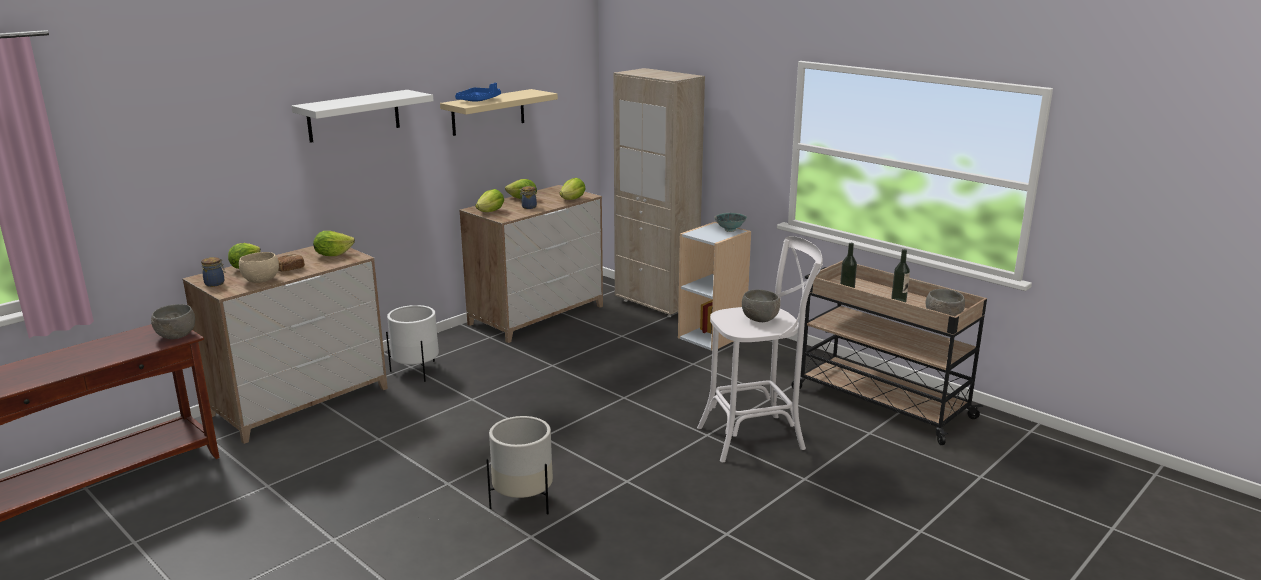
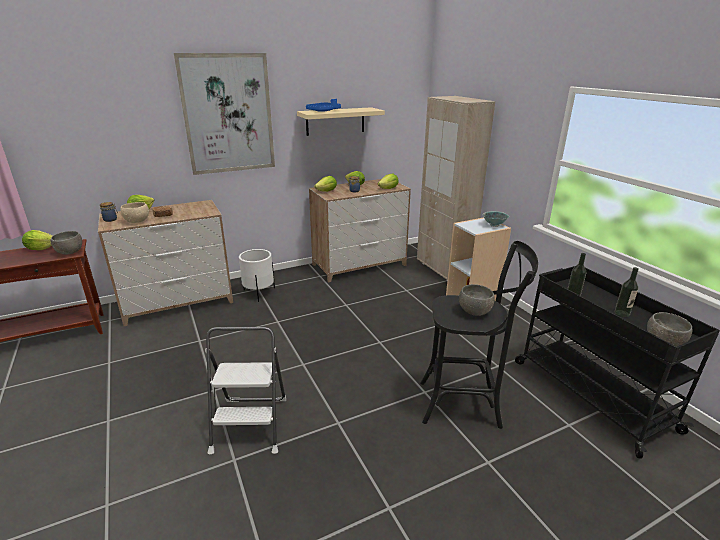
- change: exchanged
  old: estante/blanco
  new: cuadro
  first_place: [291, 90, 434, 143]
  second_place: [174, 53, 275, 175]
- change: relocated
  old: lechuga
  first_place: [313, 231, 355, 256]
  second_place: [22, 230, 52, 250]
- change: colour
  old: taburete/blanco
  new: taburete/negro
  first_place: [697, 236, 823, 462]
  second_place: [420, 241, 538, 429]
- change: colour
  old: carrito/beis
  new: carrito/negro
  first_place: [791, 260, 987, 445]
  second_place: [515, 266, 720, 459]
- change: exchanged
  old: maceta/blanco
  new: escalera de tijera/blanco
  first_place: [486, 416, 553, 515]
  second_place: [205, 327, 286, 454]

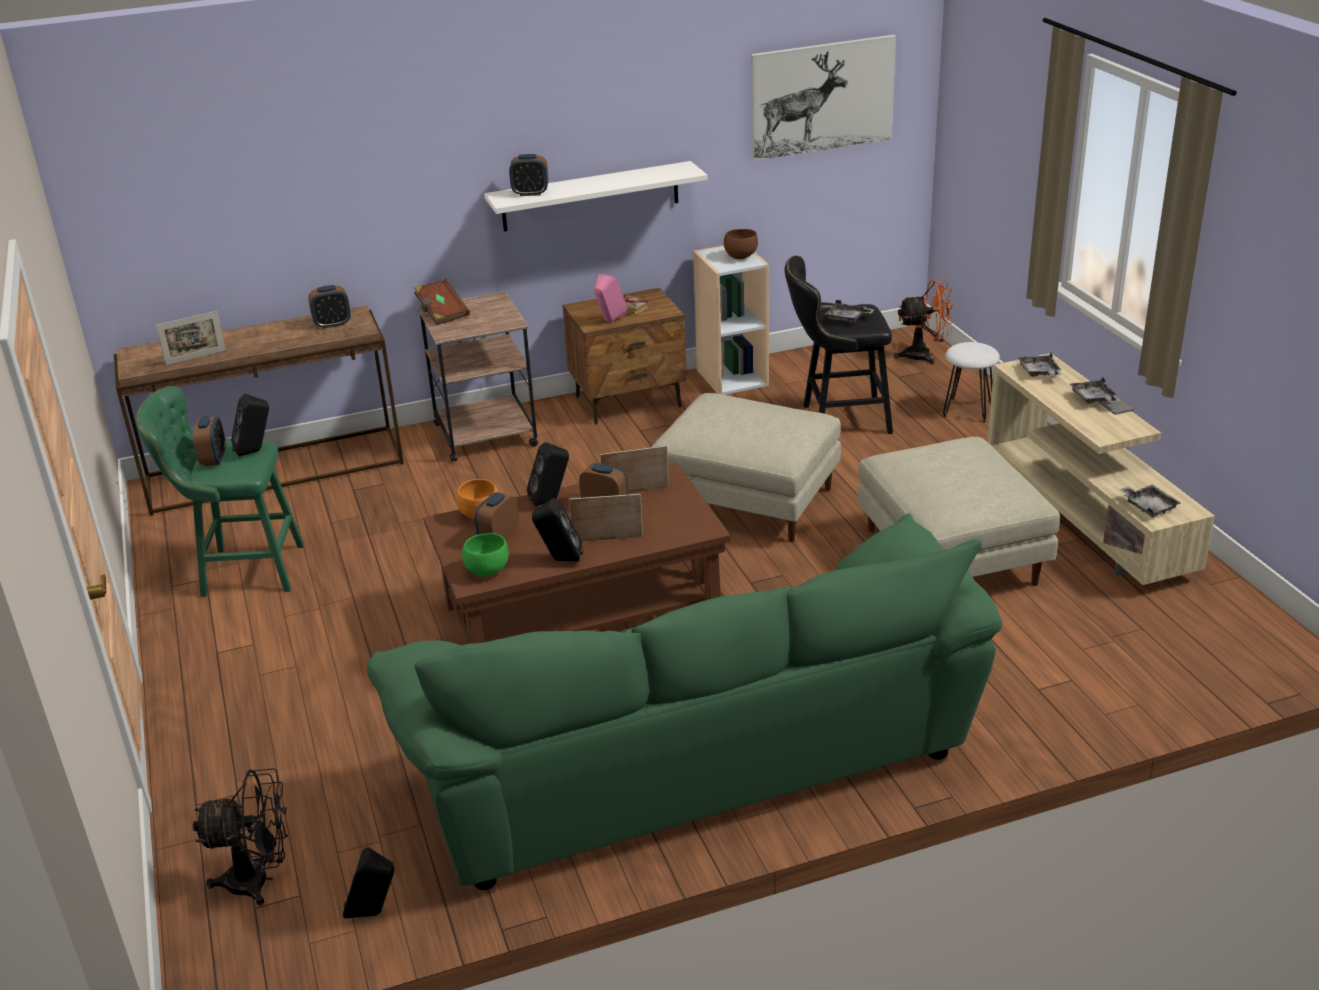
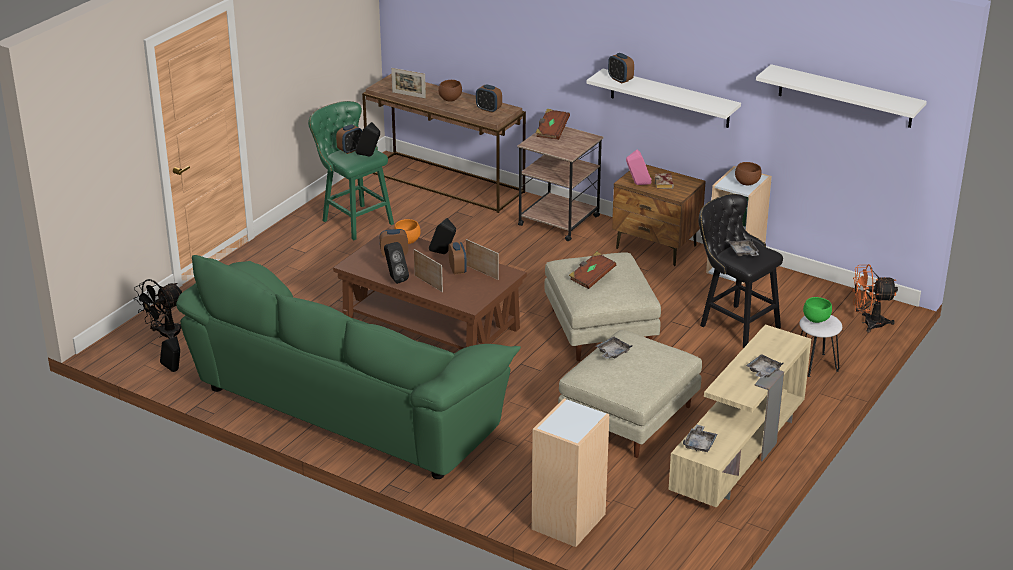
- change: exchanged
  old: cuadro
  new: estante/blanco
  first_place: [751, 35, 896, 161]
  second_place: [756, 64, 927, 128]
- change: spun
  old: ventilador/naranja
  first_place: [894, 280, 954, 364]
  second_place: [852, 264, 898, 333]
  degrees: 135
- change: relocated
  old: bandeja/gris
  first_place: [1017, 353, 1062, 377]
  second_place: [596, 337, 632, 359]
- change: relocated
  old: cuenco/verde
  first_place: [462, 533, 509, 577]
  second_place: [803, 297, 832, 323]
- change: spun
  old: ventilador/negro
  first_place: [193, 768, 288, 906]
  second_place: [134, 279, 182, 339]
  degrees: 90
- change: appeared
  new: cuenco/marrón
  second_place: [438, 80, 462, 102]
- change: appeared
  new: libro/marrón
  second_place: [569, 252, 616, 289]
- change: appeared
  new: estantería
  second_place: [532, 398, 609, 547]

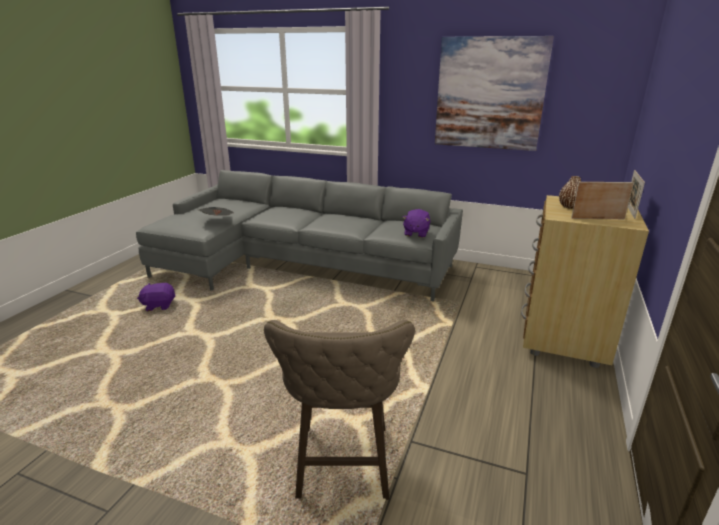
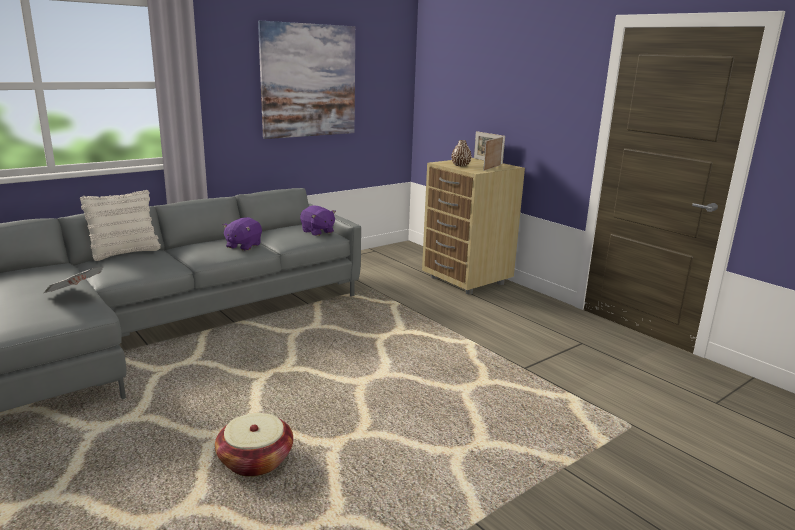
- change: relocated
  old: peluche/morado
  first_place: [137, 283, 175, 311]
  second_place: [222, 217, 262, 251]
- change: missing
  old: taburete/beis
  first_place: [264, 320, 415, 500]
- change: appeared
  new: cojín/beis
  second_place: [80, 190, 161, 261]
- change: appeared
  new: cesta
  second_place: [215, 413, 293, 477]

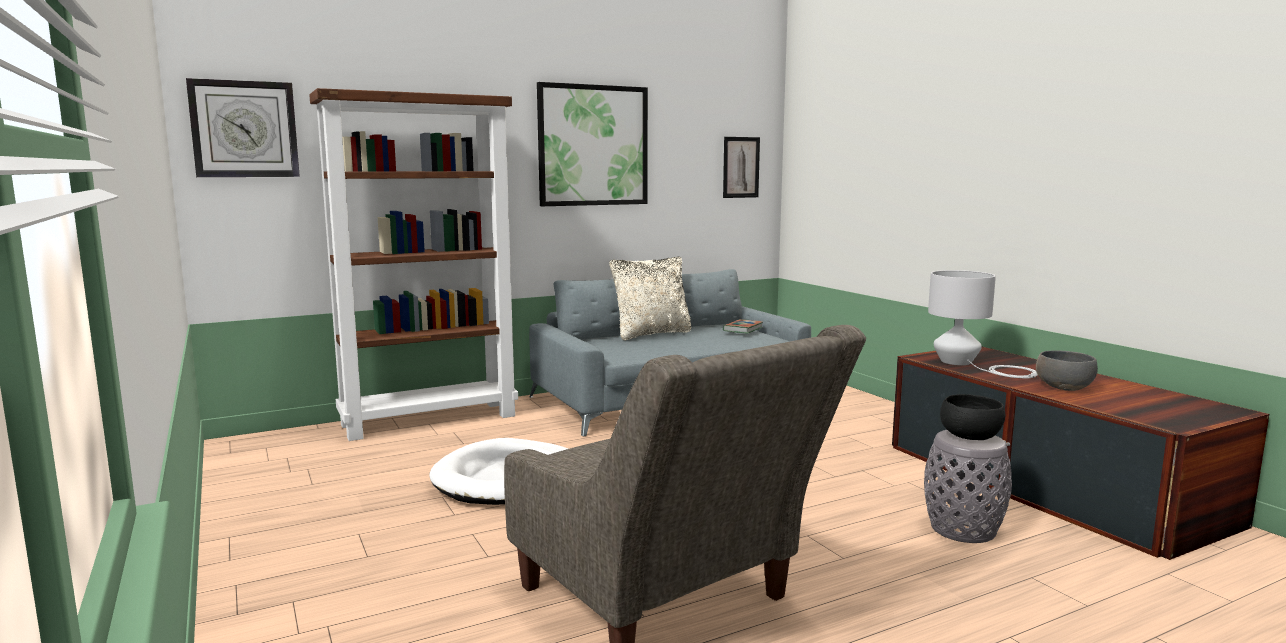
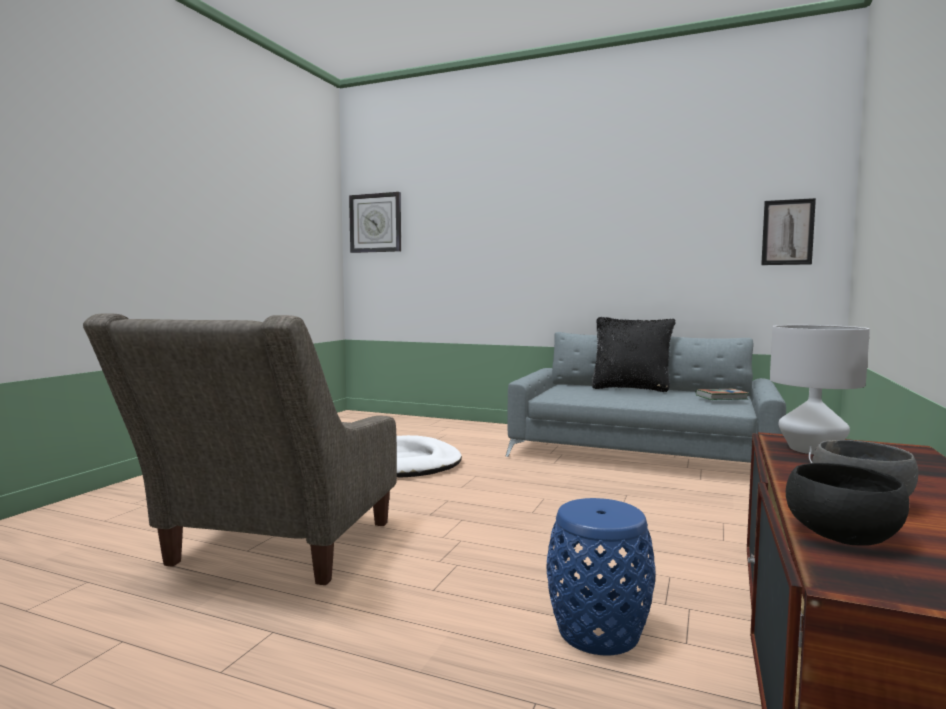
- change: missing
  old: cuadro
  first_place: [537, 82, 648, 206]
- change: missing
  old: estantería/marrón
  first_place: [309, 88, 518, 441]
- change: colour
  old: cojín/beis
  new: cojín/negro
  first_place: [609, 256, 691, 340]
  second_place: [592, 317, 676, 392]
- change: relocated
  old: cuenco/negro
  first_place: [940, 394, 1006, 440]
  second_place: [786, 463, 909, 546]
- change: colour
  old: taburete/gris
  new: taburete/azul
  first_place: [924, 430, 1012, 543]
  second_place: [547, 498, 655, 656]

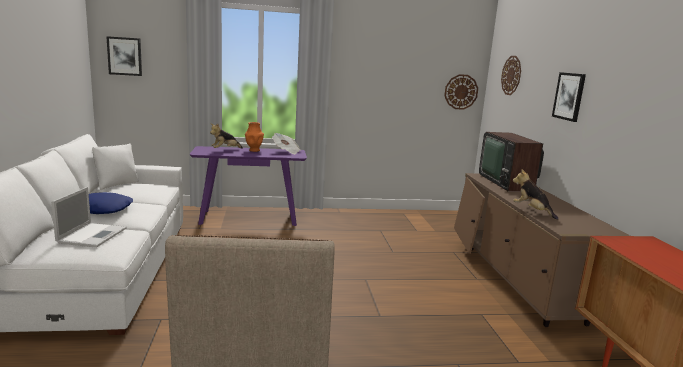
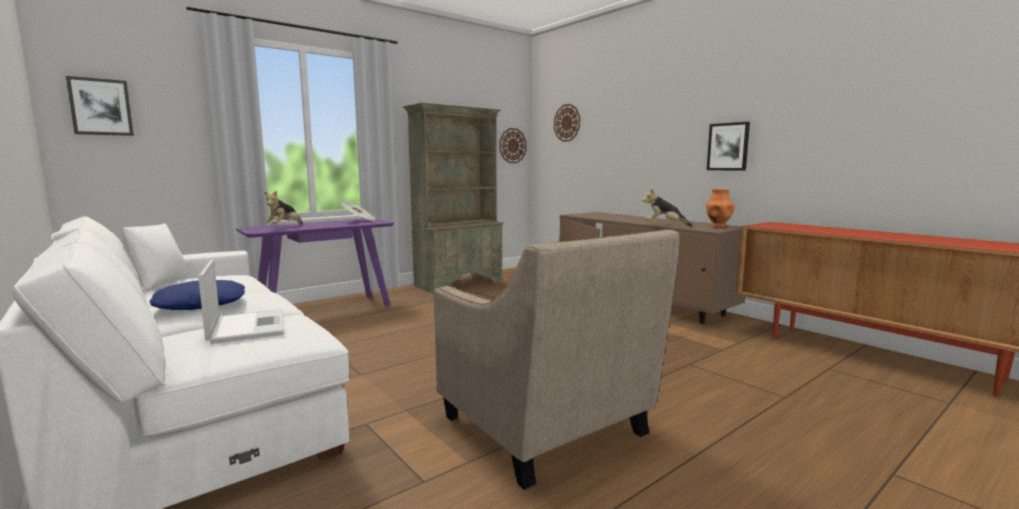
- change: relocated
  old: cuadro
  first_place: [552, 72, 586, 122]
  second_place: [707, 122, 750, 171]
- change: relocated
  old: florero/naranja
  first_place: [245, 122, 264, 152]
  second_place: [706, 189, 734, 228]
- change: missing
  old: televisor
  first_place: [479, 132, 544, 192]
- change: appeared
  new: estantería/verde
  second_place: [403, 103, 504, 294]

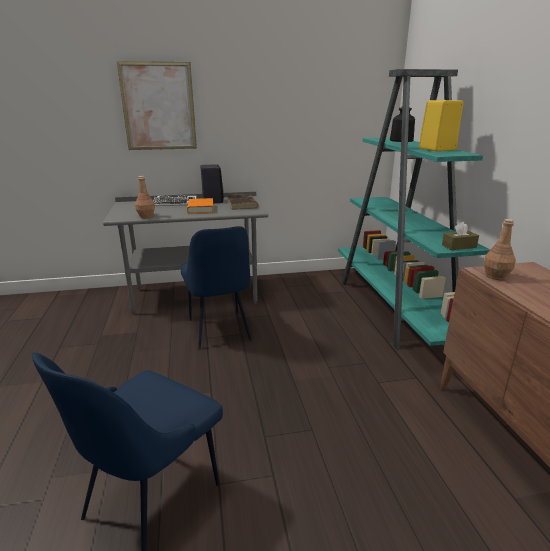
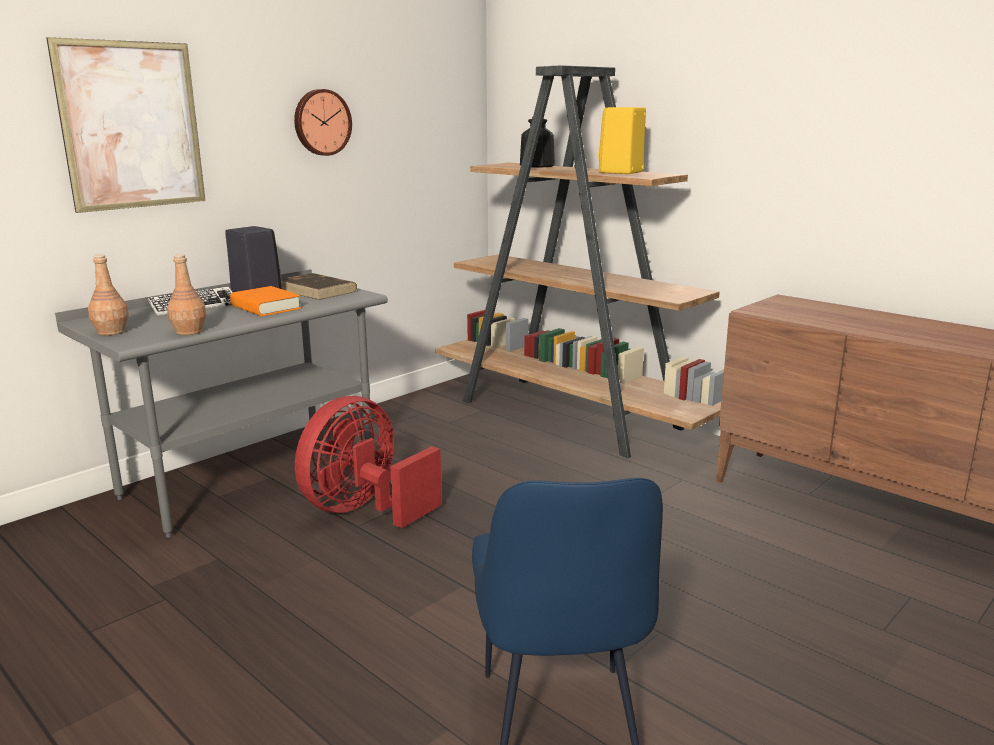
- change: colour
  old: estantería/turquesa
  new: estantería/marrón
  first_place: [338, 69, 490, 350]
  second_place: [435, 65, 724, 458]
- change: relocated
  old: botella/marrón
  first_place: [484, 219, 516, 280]
  second_place: [88, 254, 129, 335]
- change: missing
  old: caja de pañuelos/marrón
  first_place: [442, 222, 479, 250]
- change: exchanged
  old: silla/azul
  new: ventilador/rojo
  first_place: [181, 226, 251, 350]
  second_place: [295, 396, 442, 528]
- change: appeared
  new: reloj de pared
  second_place: [294, 89, 352, 156]

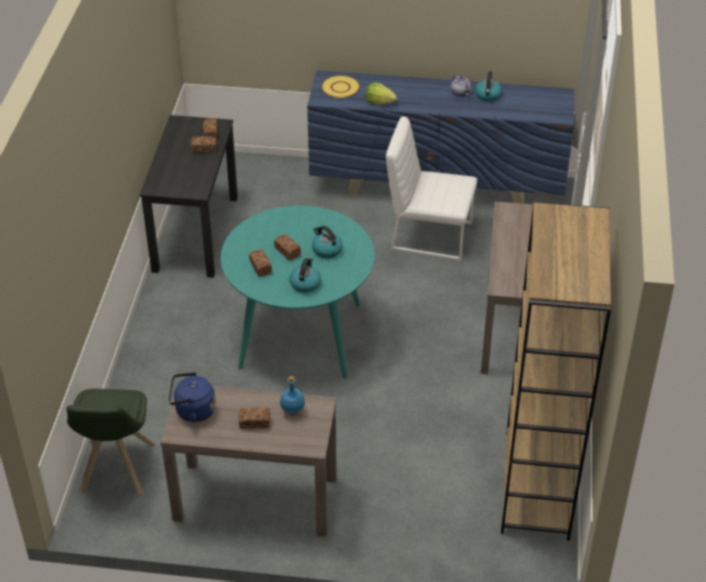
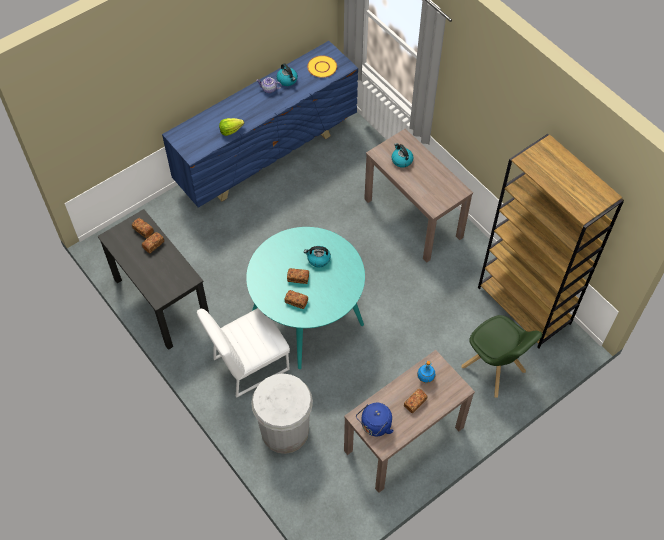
- change: relocated
  old: plato/amarillo
  first_place: [321, 75, 360, 98]
  second_place: [307, 56, 337, 78]
- change: relocated
  old: silla/blanco
  first_place: [386, 116, 477, 261]
  second_place: [197, 308, 290, 398]
- change: relocated
  old: hervidor
  first_place: [289, 258, 321, 293]
  second_place: [391, 143, 413, 168]
- change: relocated
  old: silla/verde
  first_place: [66, 389, 155, 495]
  second_place: [461, 315, 542, 398]
- change: appeared
  new: papelera/blanco
  second_place: [251, 373, 313, 454]

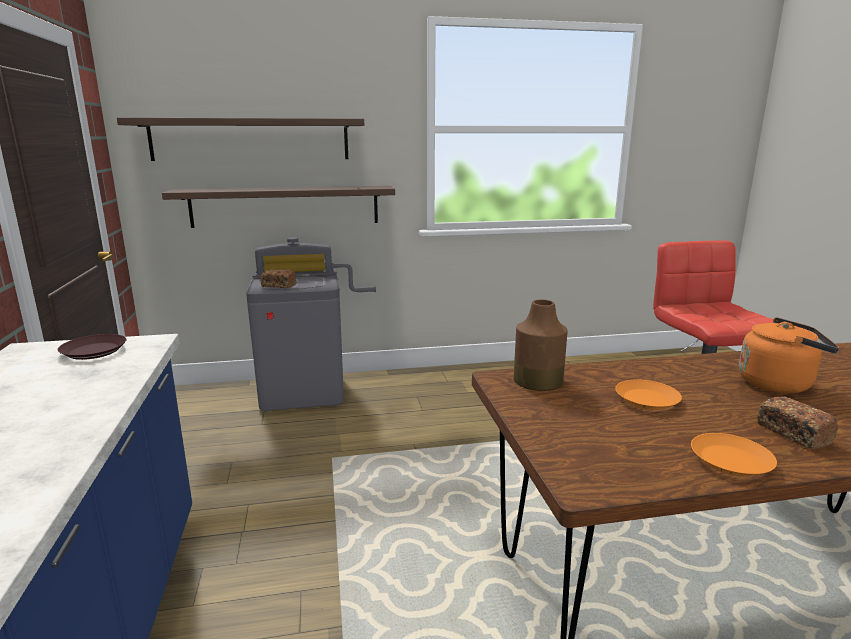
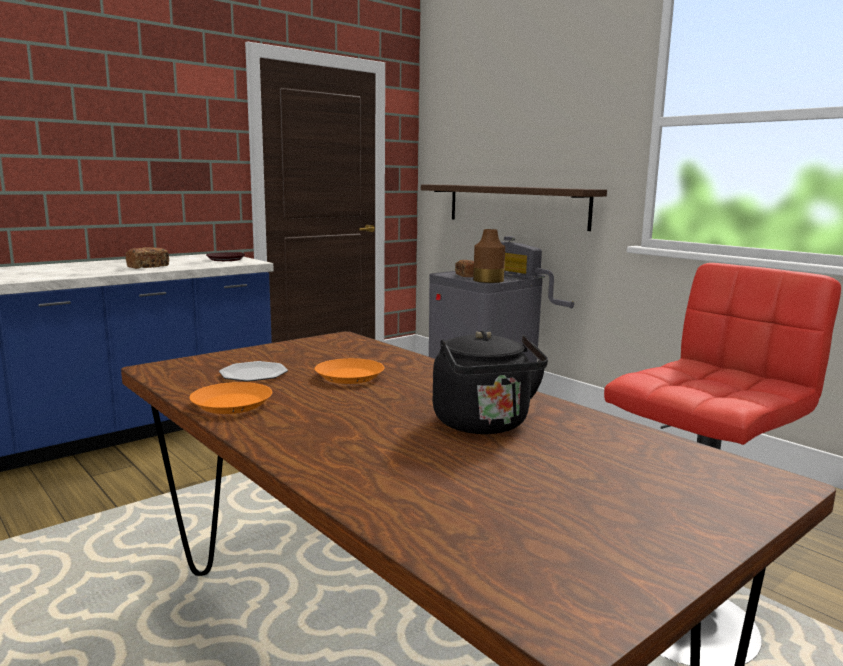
- change: missing
  old: estante
  first_place: [117, 118, 364, 161]
- change: relocated
  old: florero/marrón
  first_place: [514, 300, 568, 391]
  second_place: [473, 229, 505, 283]
- change: colour
  old: hervidor/naranja
  new: hervidor/negro
  first_place: [739, 317, 839, 393]
  second_place: [433, 330, 548, 434]
- change: relocated
  old: pan
  first_place: [758, 396, 838, 449]
  second_place: [126, 247, 169, 269]
- change: appeared
  new: plato
  second_place: [219, 361, 288, 381]

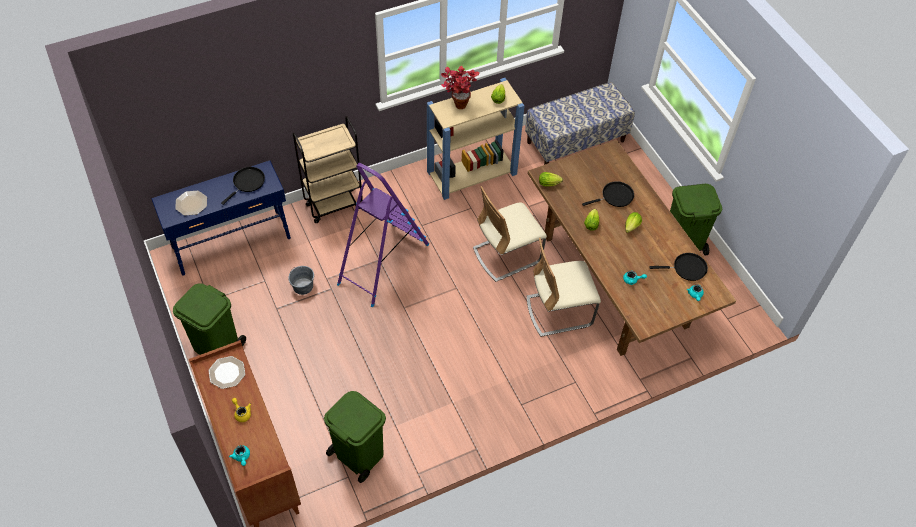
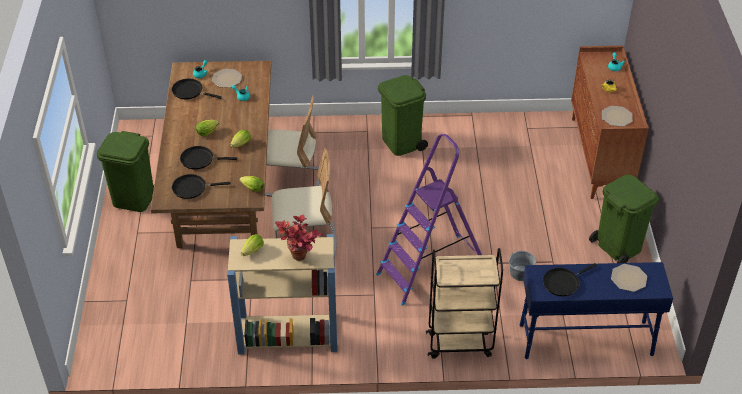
- change: missing
  old: banco
  first_place: [525, 82, 635, 165]
- change: relocated
  old: papelera/verde
  first_place: [324, 391, 386, 483]
  second_place: [378, 75, 428, 156]
- change: appeared
  new: plato
  second_place: [212, 69, 242, 88]
- change: appeared
  new: sartén/negro
  second_place: [172, 174, 231, 199]

